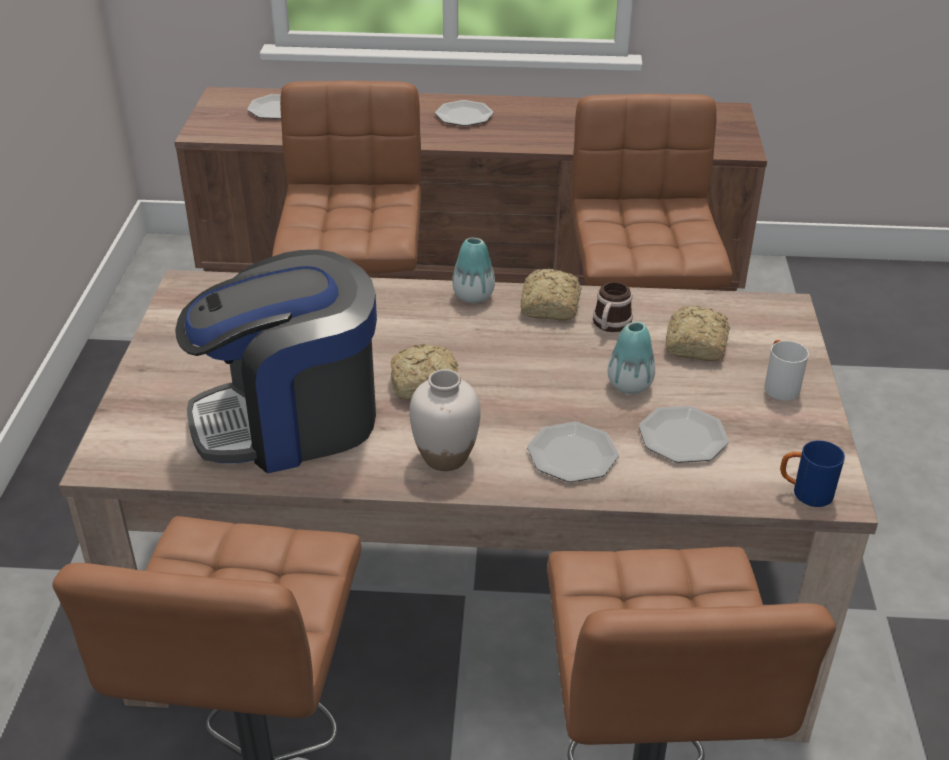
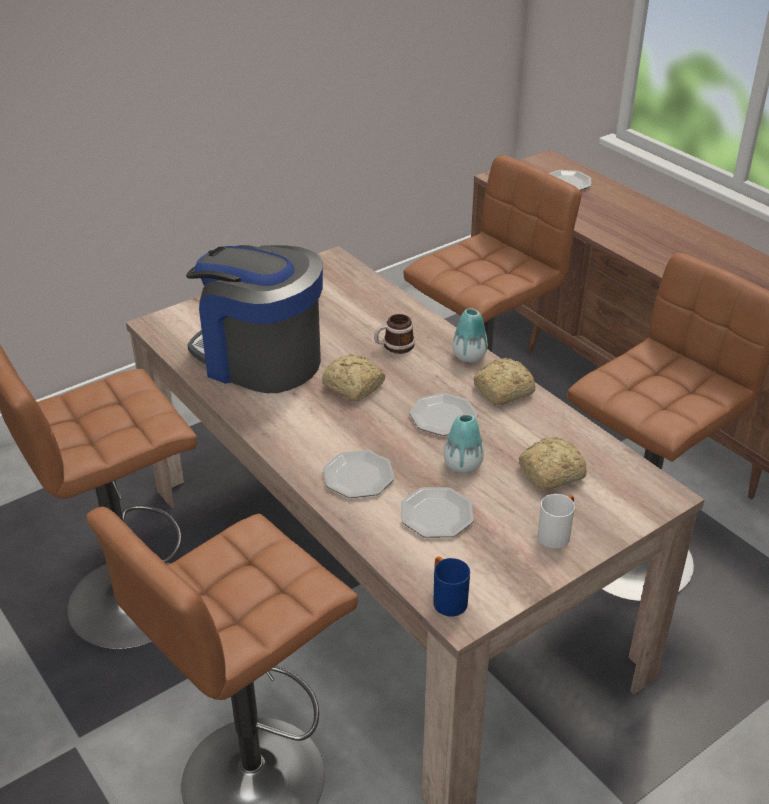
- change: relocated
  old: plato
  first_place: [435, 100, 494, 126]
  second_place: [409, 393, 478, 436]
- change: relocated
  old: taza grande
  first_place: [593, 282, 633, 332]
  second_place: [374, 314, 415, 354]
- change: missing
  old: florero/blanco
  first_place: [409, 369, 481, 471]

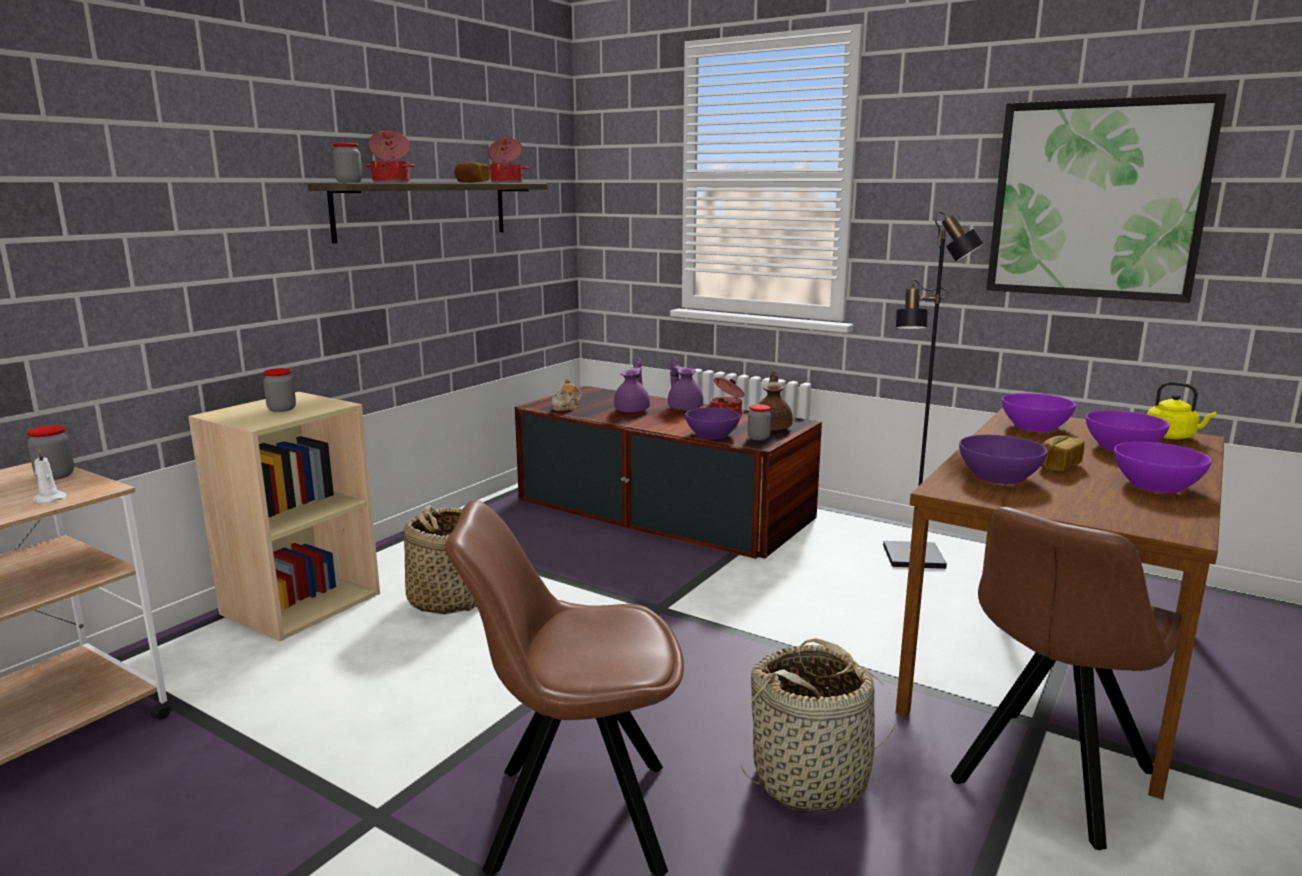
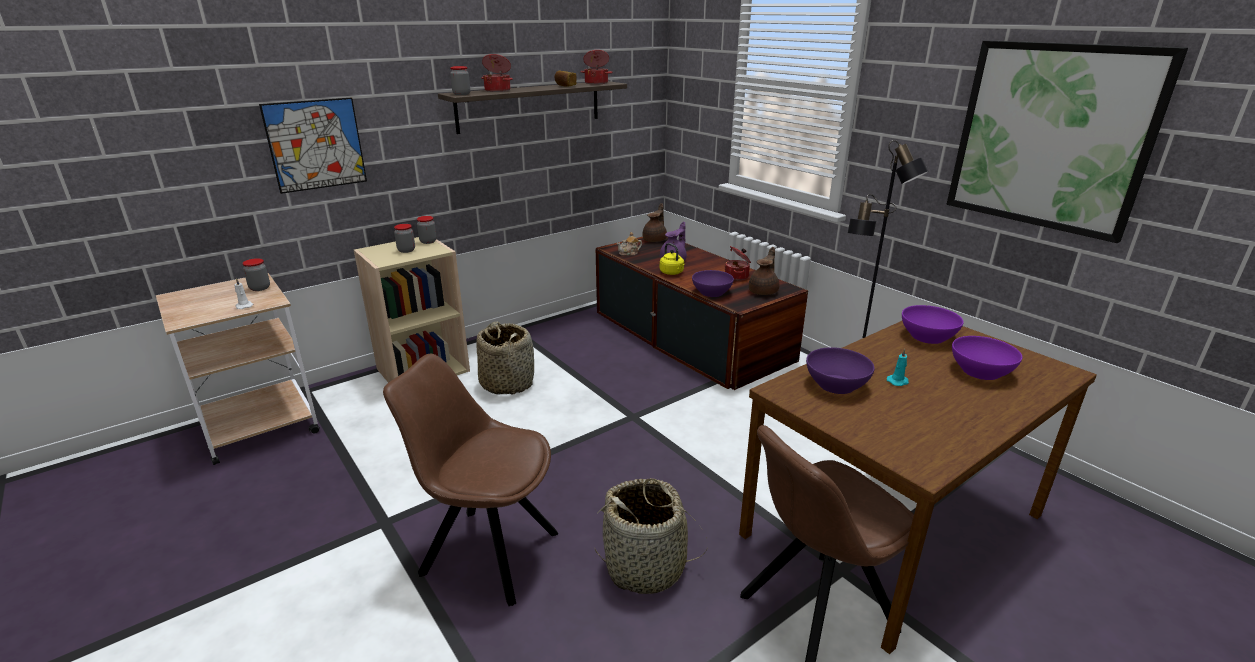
- change: missing
  old: tetera/morado
  first_place: [668, 356, 703, 411]
- change: relocated
  old: hervidor/amarillo
  first_place: [1147, 382, 1217, 439]
  second_place: [660, 243, 685, 275]
- change: relocated
  old: tarro
  first_place: [748, 404, 771, 441]
  second_place: [417, 216, 437, 244]
- change: exchanged
  old: pan
  new: vela/turquesa
  first_place: [1041, 436, 1085, 471]
  second_place: [887, 349, 909, 386]
- change: missing
  old: cuenco/morado
  first_place: [1114, 442, 1212, 493]
- change: appeared
  new: cuadro
  second_place: [259, 97, 367, 194]
- change: appeared
  new: tetera/marrón
  second_place: [643, 203, 667, 242]

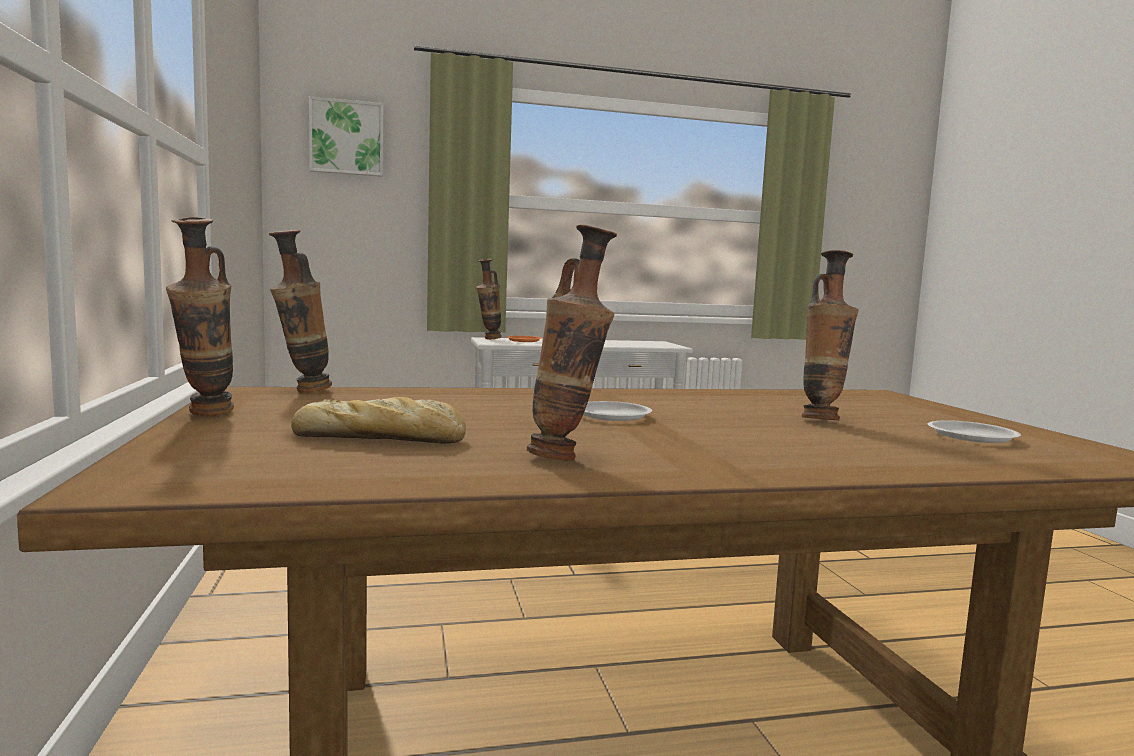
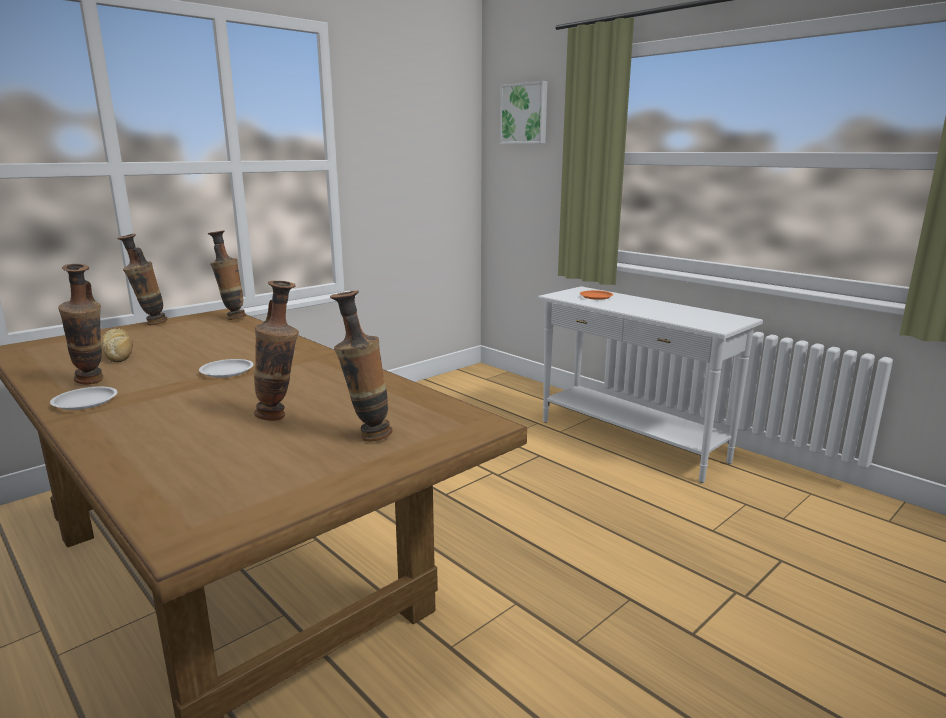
- change: relocated
  old: florero
  first_place: [476, 259, 502, 339]
  second_place: [330, 290, 393, 442]
- change: relocated
  old: plato/blanco
  first_place: [928, 420, 1021, 443]
  second_place: [50, 387, 117, 410]

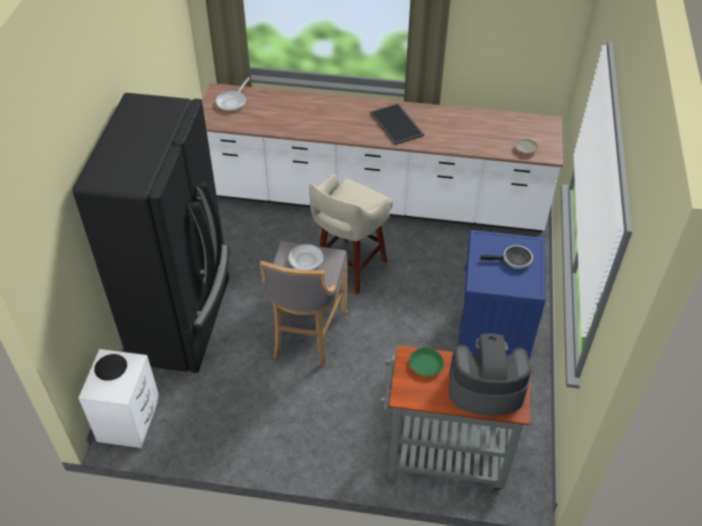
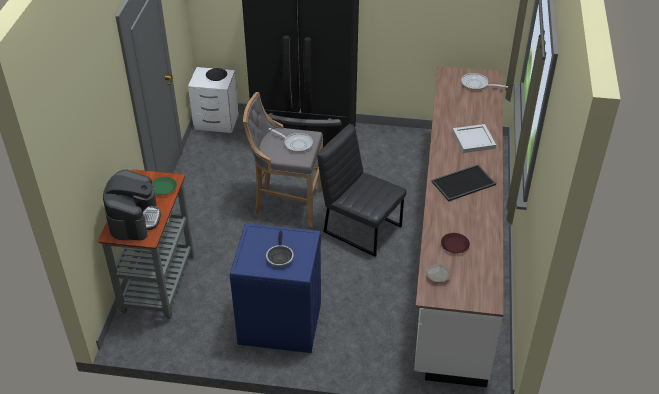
- change: exchanged
  old: taburete/beis
  new: silla/gris
  first_place: [309, 173, 393, 295]
  second_place: [317, 124, 407, 257]
- change: appeared
  new: bandeja/blanco
  second_place: [453, 124, 496, 153]
- change: appeared
  new: plato/marrón
  second_place: [441, 233, 470, 253]

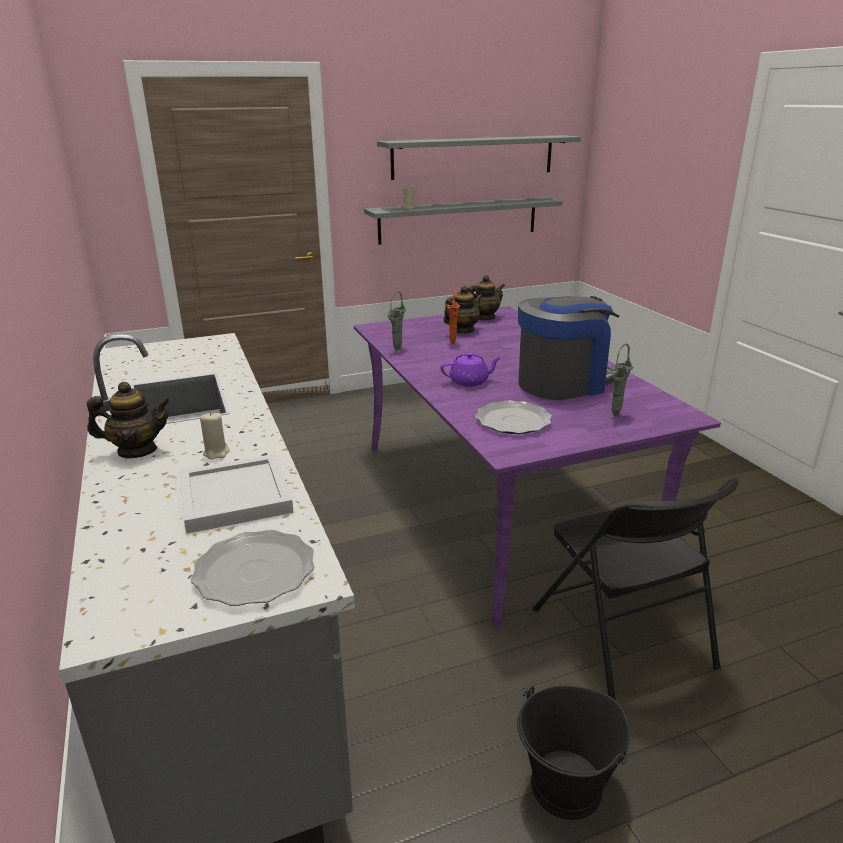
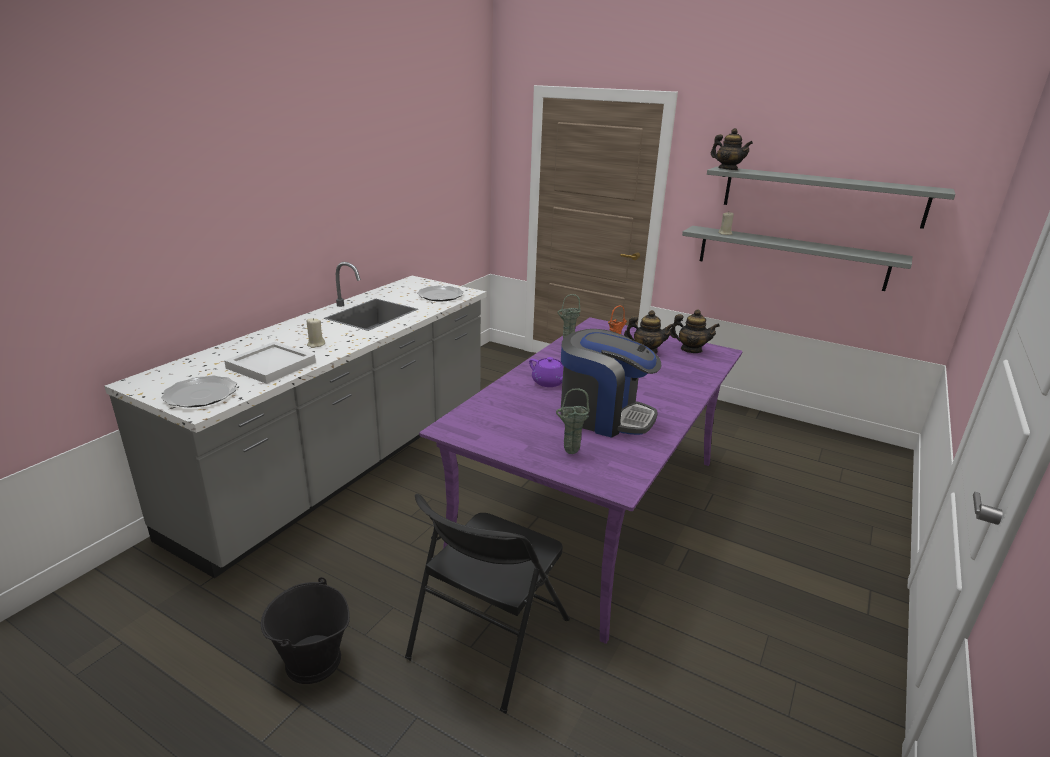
- change: relocated
  old: tetera
  first_place: [87, 382, 171, 458]
  second_place: [711, 128, 753, 170]
- change: relocated
  old: plato
  first_place: [475, 400, 552, 434]
  second_place: [417, 285, 464, 301]

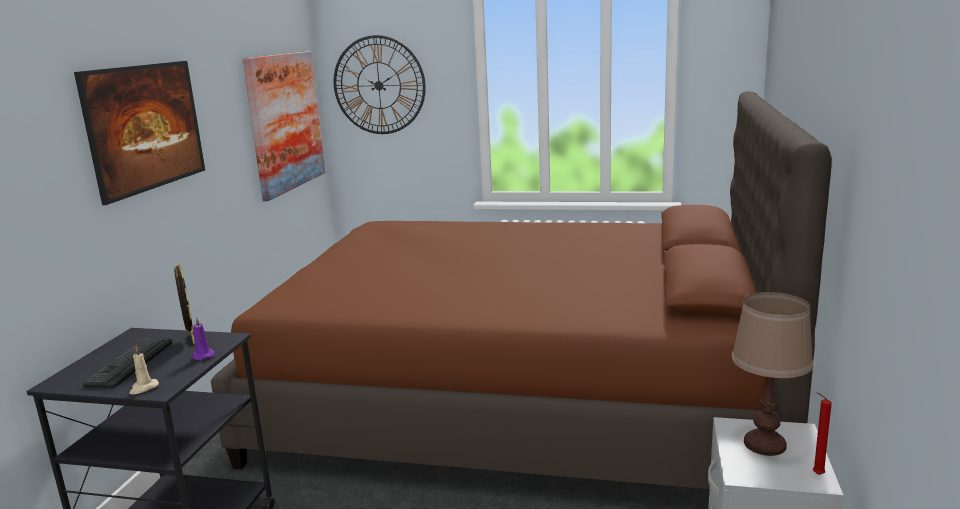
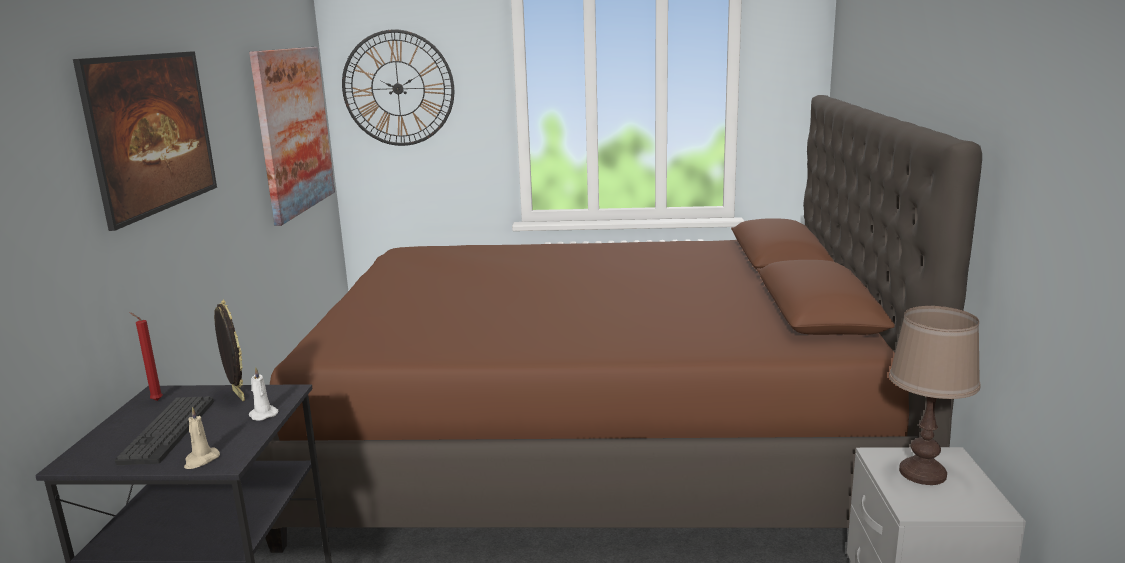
- change: colour
  old: vela/morado
  new: vela/blanco
  first_place: [192, 317, 215, 360]
  second_place: [249, 367, 279, 421]
- change: relocated
  old: vela/rojo
  first_place: [813, 392, 832, 475]
  second_place: [129, 312, 163, 401]

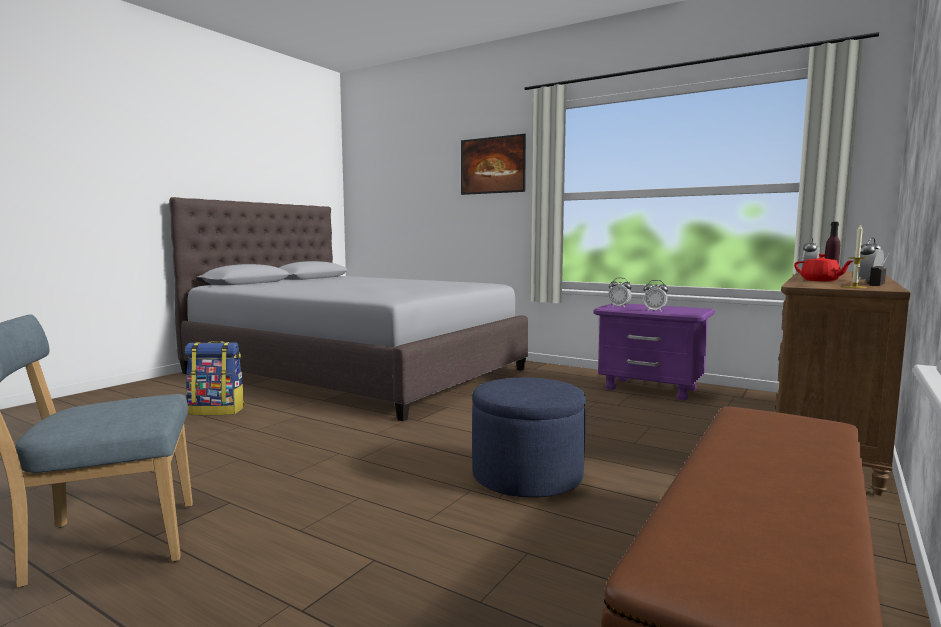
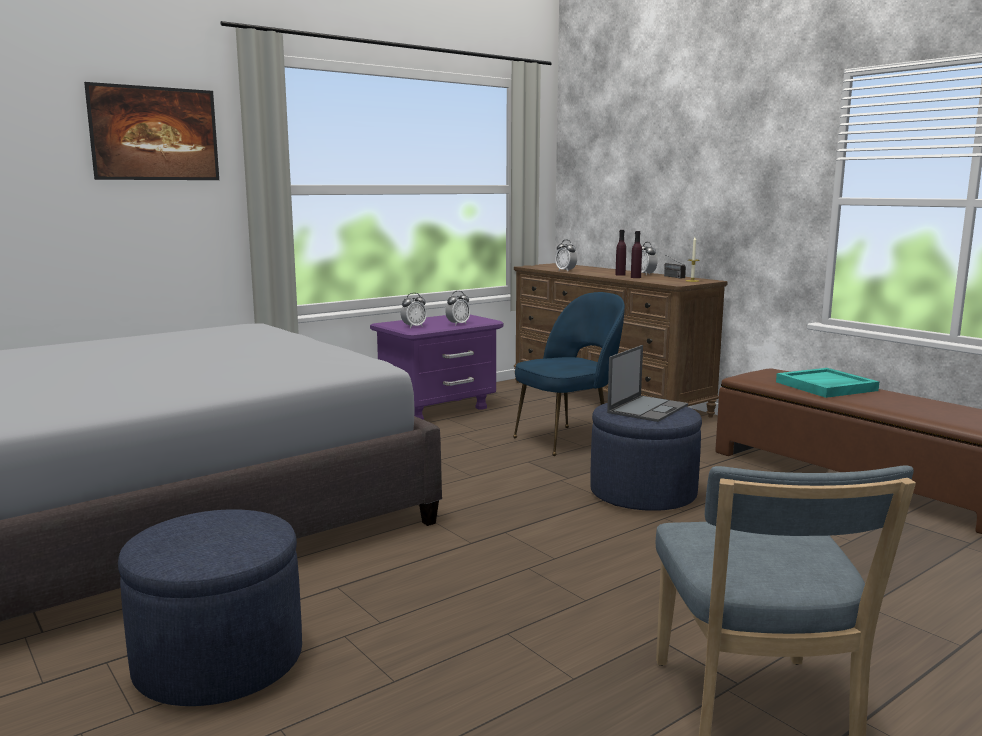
- change: exchanged
  old: tetera/rojo
  new: botella/morado
  first_place: [794, 254, 853, 282]
  second_place: [631, 231, 642, 278]
- change: exchanged
  old: mochila
  new: puf/azul
  first_place: [185, 341, 245, 415]
  second_place: [118, 509, 302, 706]
- change: appeared
  new: silla/azul
  second_place: [513, 292, 625, 456]
- change: appeared
  new: portátil
  second_place: [607, 345, 688, 422]
- change: appeared
  new: bandeja/turquesa
  second_place: [776, 368, 879, 398]

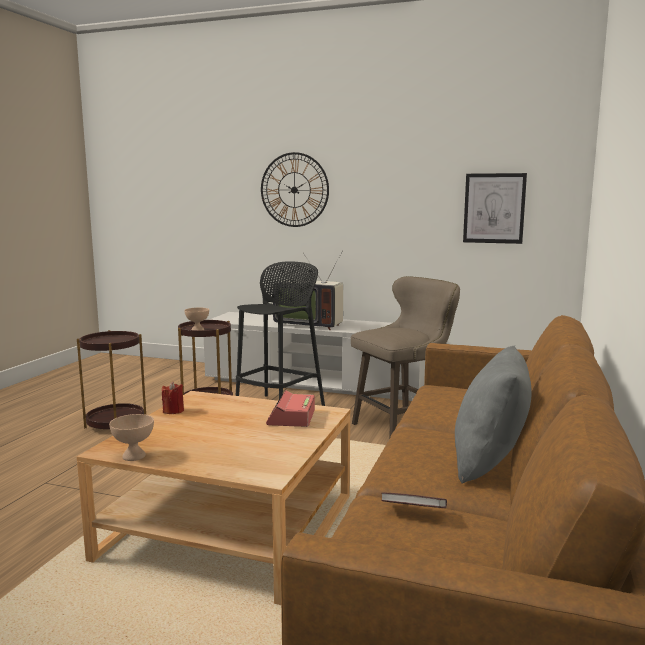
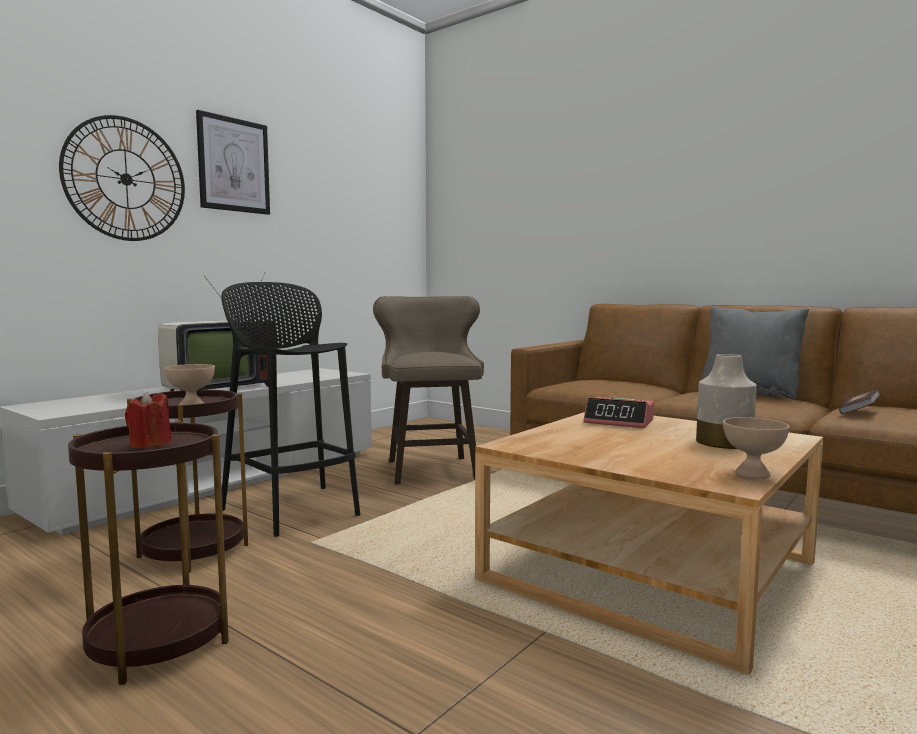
- change: relocated
  old: cuadro
  first_place: [463, 173, 527, 244]
  second_place: [196, 110, 270, 215]
- change: relocated
  old: vela/rojo
  first_place: [162, 382, 184, 414]
  second_place: [125, 391, 172, 448]
- change: appeared
  new: florero/beis
  second_place: [696, 354, 757, 449]

